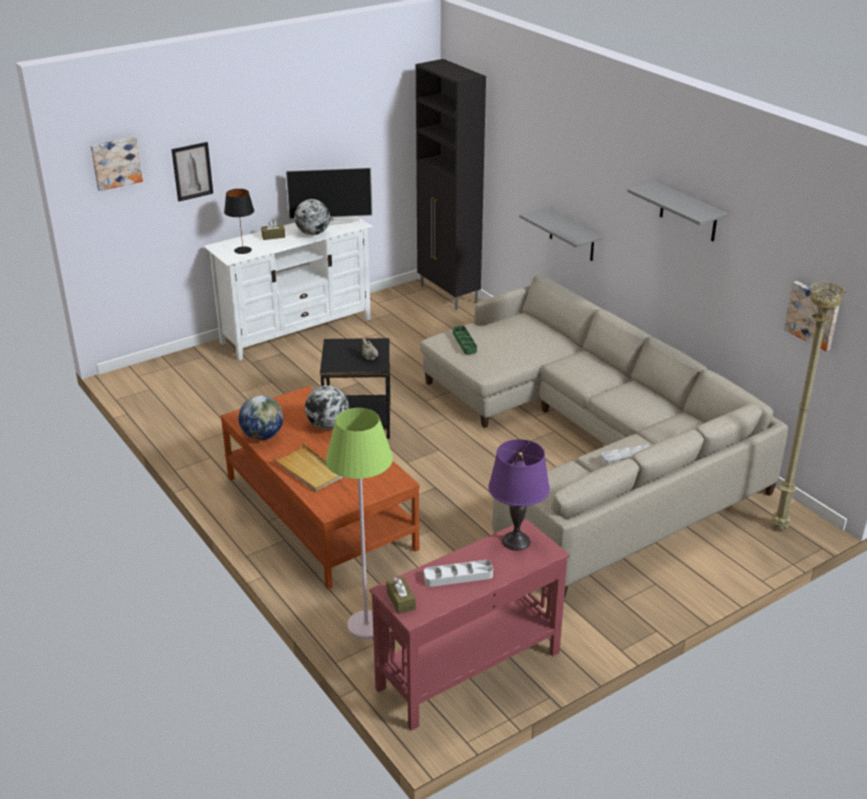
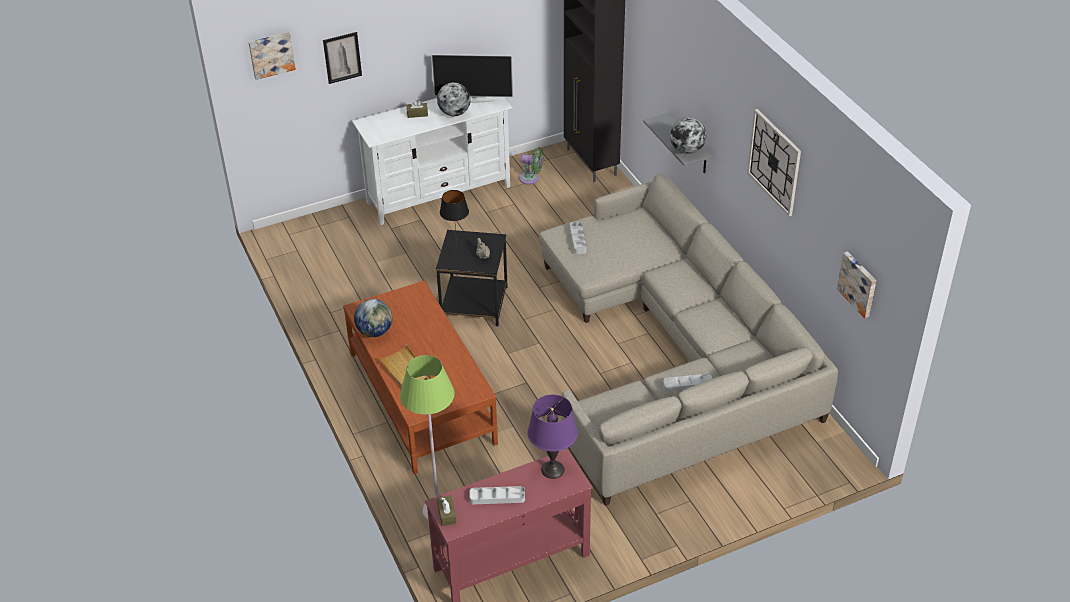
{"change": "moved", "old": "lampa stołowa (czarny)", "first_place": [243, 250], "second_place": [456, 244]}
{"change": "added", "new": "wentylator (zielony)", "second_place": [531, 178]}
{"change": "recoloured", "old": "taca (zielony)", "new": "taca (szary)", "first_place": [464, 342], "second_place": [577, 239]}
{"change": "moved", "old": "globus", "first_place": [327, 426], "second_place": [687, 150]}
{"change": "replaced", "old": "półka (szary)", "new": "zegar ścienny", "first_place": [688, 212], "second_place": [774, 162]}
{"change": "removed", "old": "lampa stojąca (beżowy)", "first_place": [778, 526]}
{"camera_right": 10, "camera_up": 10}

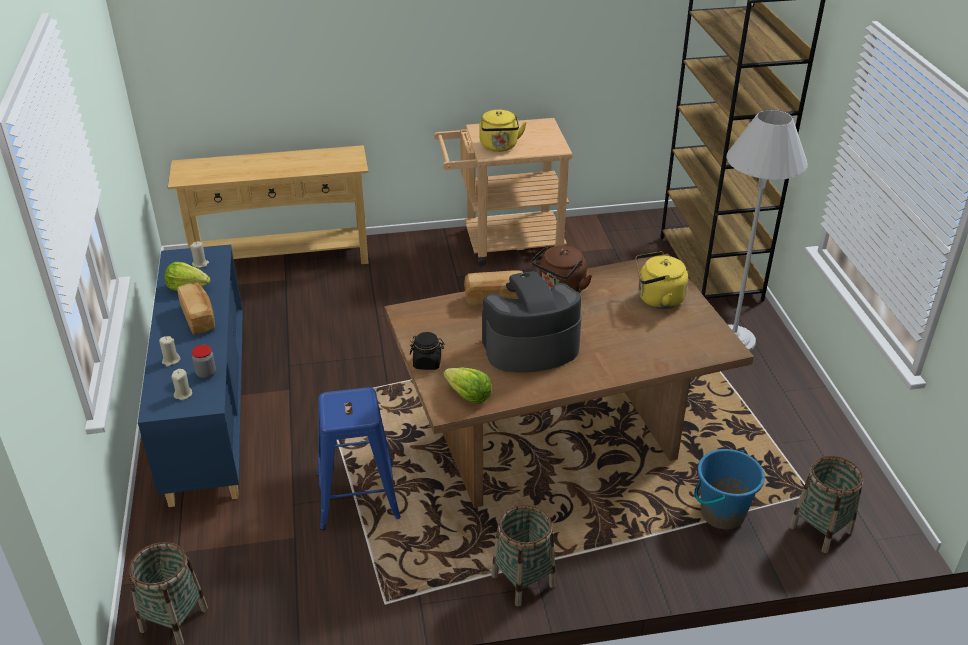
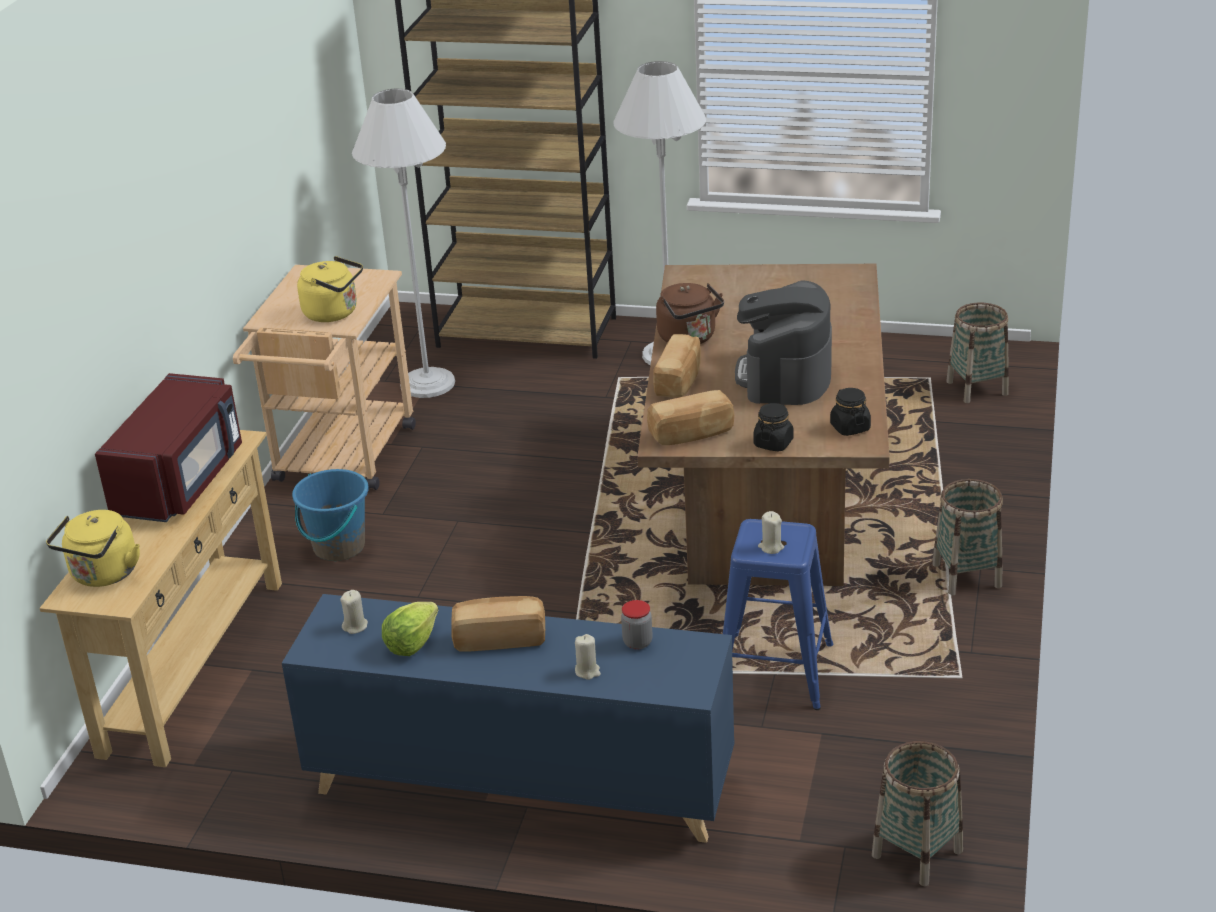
{"change": "moved", "old": "czajnik (żółty)", "first_place": [657, 299], "second_place": [103, 575]}
{"change": "added", "new": "mikrofalówka (czerwony)", "second_place": [181, 481]}
{"change": "moved", "old": "wiadro (niebieski)", "first_place": [722, 513], "second_place": [338, 547]}
{"change": "added", "new": "lampa stojąca (biały)", "second_place": [427, 383]}
{"change": "added", "new": "chleb", "second_place": [692, 434]}
{"change": "moved", "old": "świeca (beżowy)", "first_place": [183, 394], "second_place": [771, 547]}
{"change": "replaced", "old": "sałata", "new": "słoik (czarny)", "first_place": [468, 396], "second_place": [850, 427]}
{"camera_right": -65, "camera_up": -5}

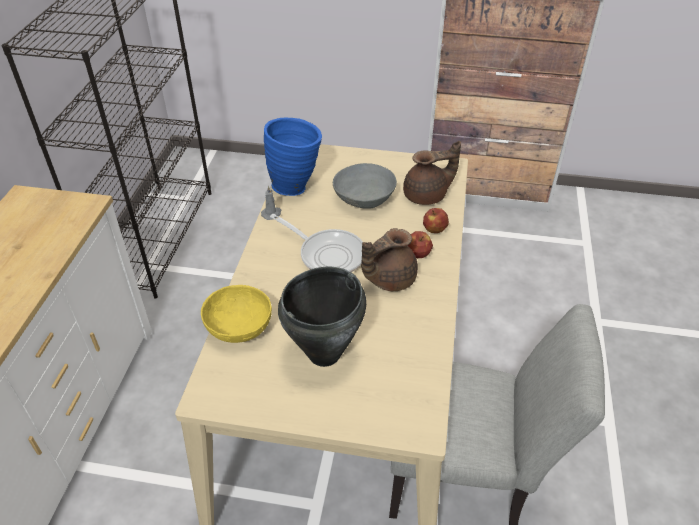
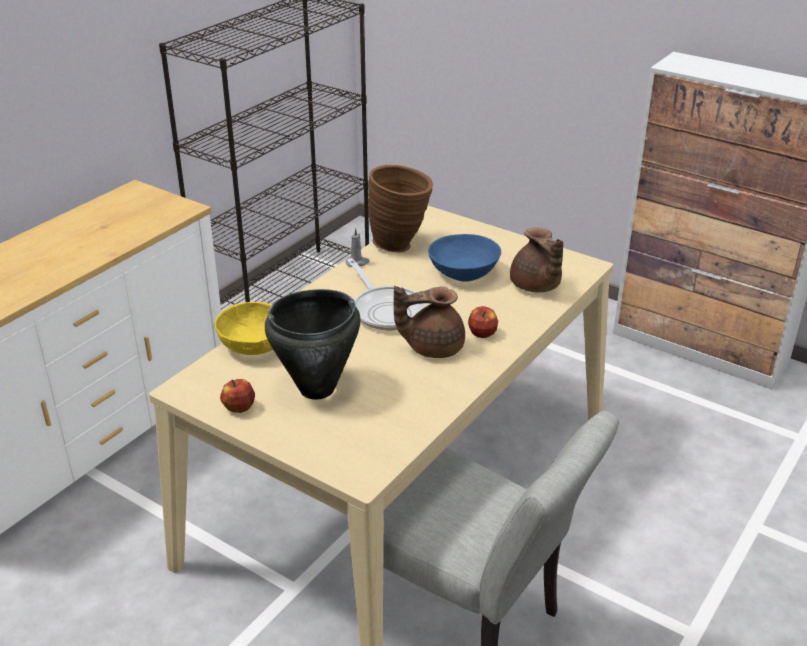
{"change": "moved", "old": "jabłko", "first_place": [434, 229], "second_place": [239, 408]}
{"change": "recoloured", "old": "wazon (niebieski)", "new": "wazon (brązowy)", "first_place": [296, 186], "second_place": [401, 245]}
{"change": "recoloured", "old": "miska (szary)", "new": "miska (niebieski)", "first_place": [365, 199], "second_place": [464, 273]}
{"change": "turned", "old": "imbryk (brązowy)", "first_place": [427, 196], "second_place": [536, 286], "degrees": 60}
{"camera_right": 25, "camera_up": -10}

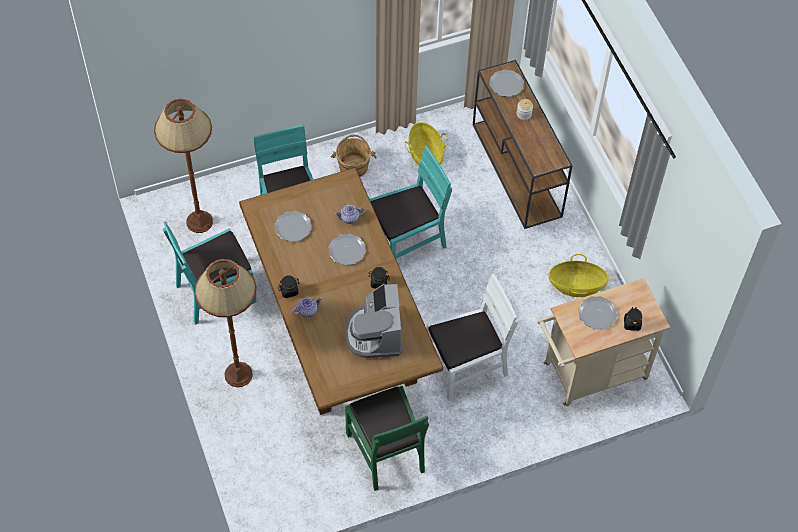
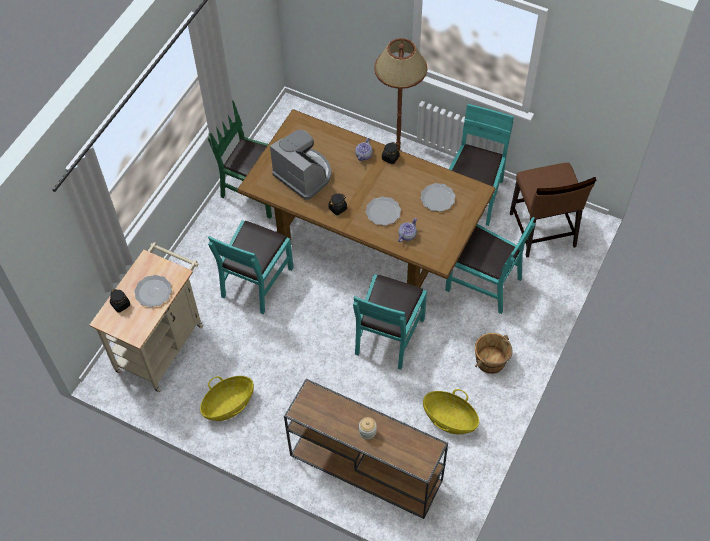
{"change": "recoloured", "old": "krzesło (biały)", "new": "krzesło (turkusowy)", "first_place": [466, 365], "second_place": [256, 281]}
{"change": "replaced", "old": "lampa stojąca (brązowy)", "new": "krzesło (brązowy)", "first_place": [199, 222], "second_place": [542, 230]}
{"change": "removed", "old": "talerz", "first_place": [506, 84]}
{"camera_right": 140, "camera_up": 0}

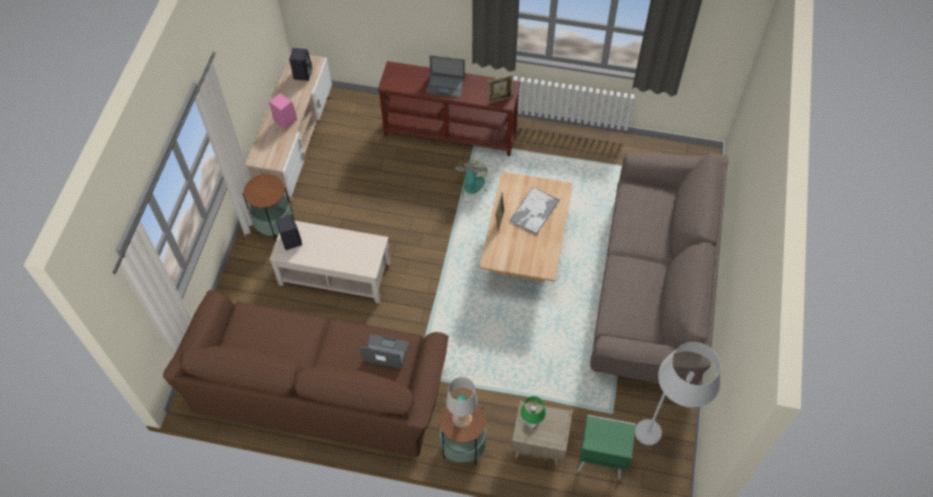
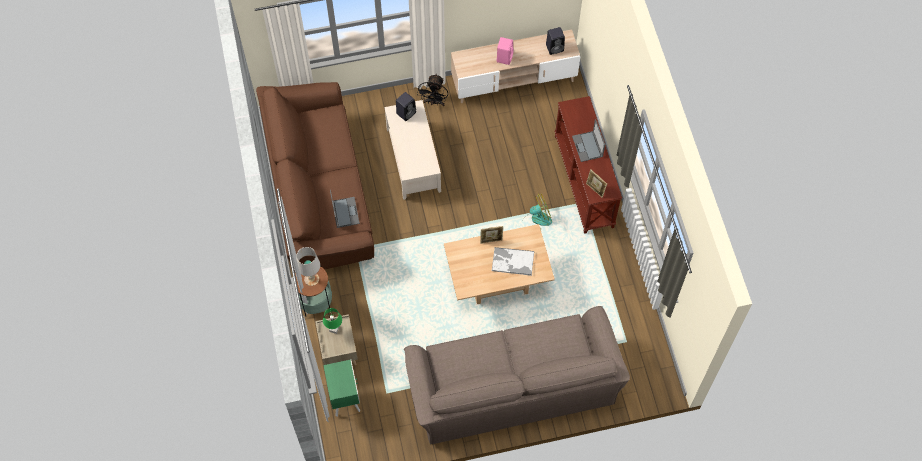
{"change": "replaced", "old": "stolik", "new": "wentylator (czarny)", "first_place": [275, 226], "second_place": [434, 102]}
{"change": "removed", "old": "lampa stojąca (biały)", "first_place": [663, 435]}
{"camera_right": 65, "camera_up": 5}

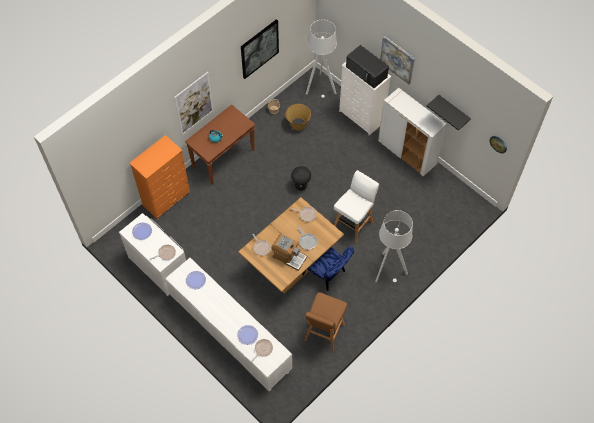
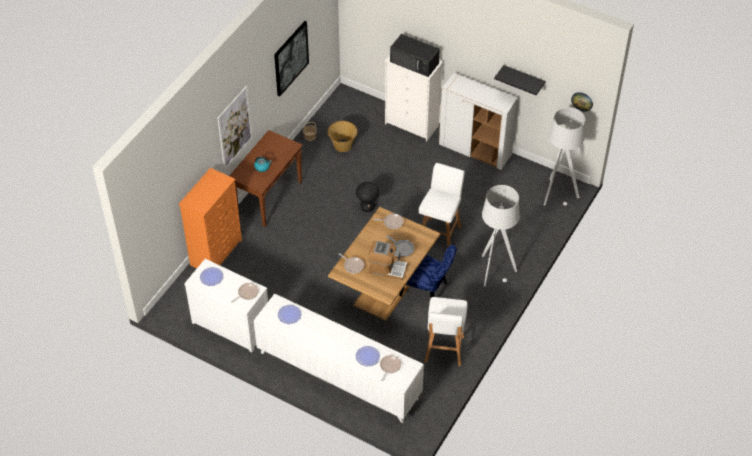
{"change": "recoloured", "old": "stołek (brązowy)", "new": "stołek (biały)", "first_place": [324, 333], "second_place": [444, 350]}
{"change": "moved", "old": "lampa stojąca (szary)", "first_place": [320, 87], "second_place": [557, 194]}
{"change": "removed", "old": "obraz", "first_place": [397, 59]}
{"camera_right": -15, "camera_up": -10}

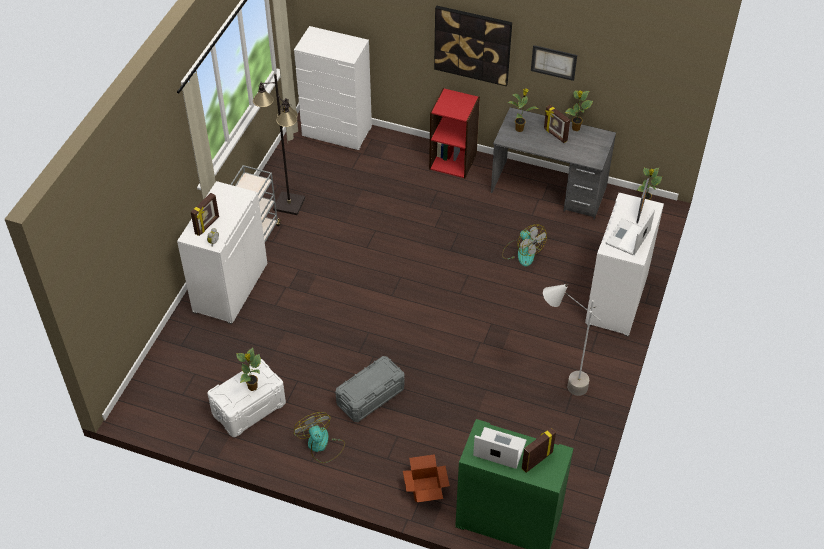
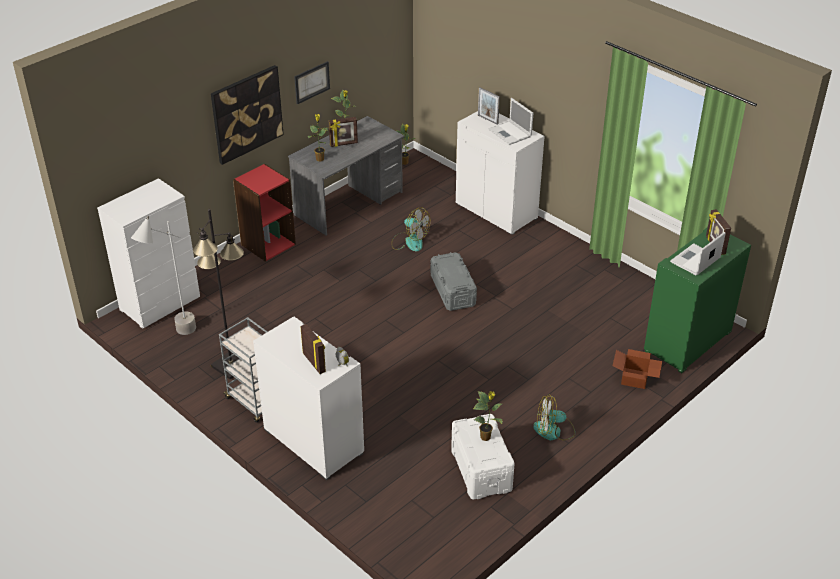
{"change": "moved", "old": "lampa stojąca (szary)", "first_place": [560, 386], "second_place": [175, 338]}
{"change": "turned", "old": "wentylator", "first_place": [522, 252], "second_place": [409, 241], "degrees": 45}
{"change": "moved", "old": "pojemnik do przechowywania (szary)", "first_place": [370, 396], "second_place": [452, 291]}
{"camera_right": -65, "camera_up": -10}

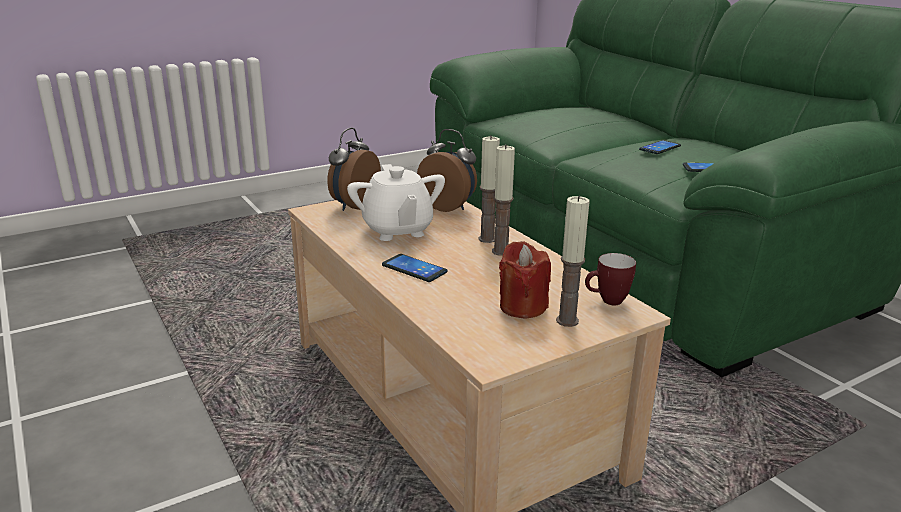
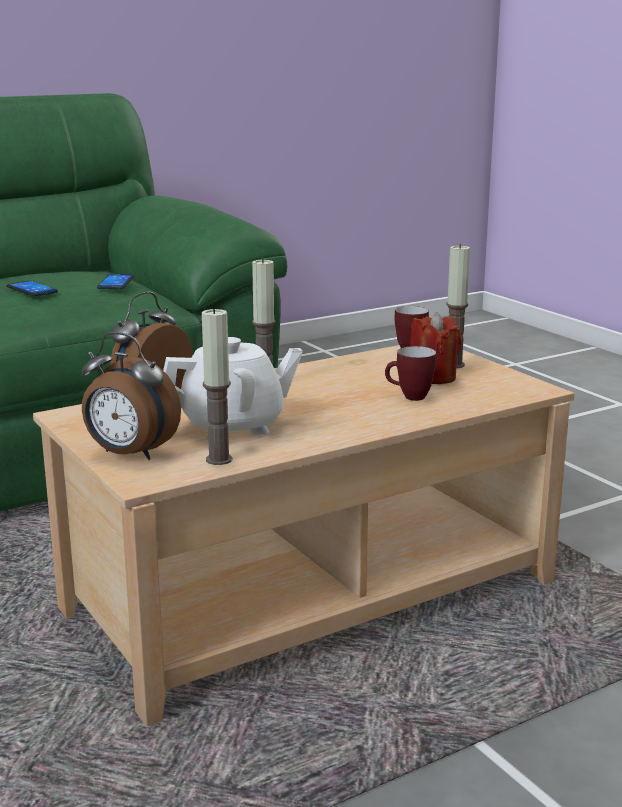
{"change": "moved", "old": "świeca", "first_place": [500, 251], "second_place": [219, 459]}
{"change": "added", "new": "kubek", "second_place": [409, 397]}
{"change": "removed", "old": "telefon", "first_place": [414, 269]}
{"camera_right": -90, "camera_up": -5}

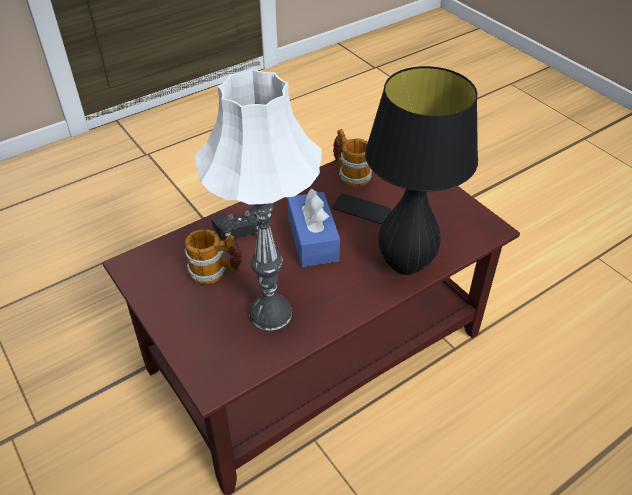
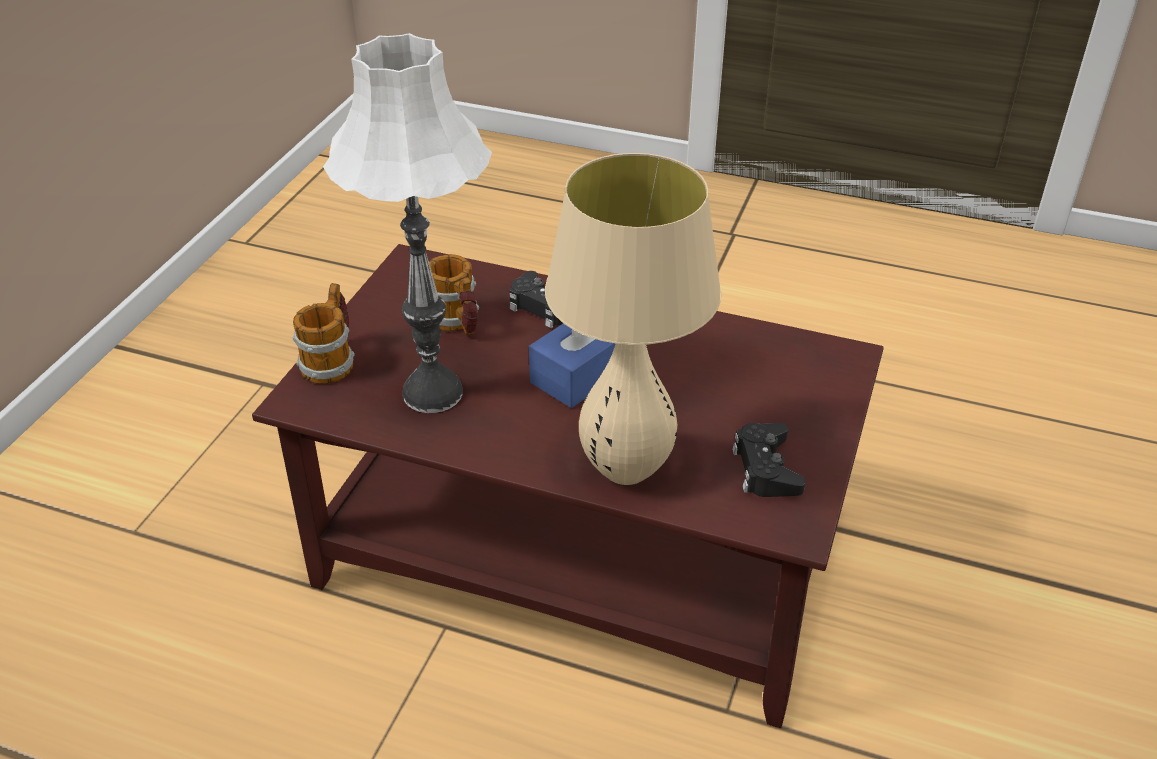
{"change": "moved", "old": "kubek", "first_place": [350, 174], "second_place": [332, 360]}
{"change": "recoloured", "old": "lampa stołowa (czarny)", "new": "lampa stołowa (beżowy)", "first_place": [405, 265], "second_place": [625, 470]}
{"change": "added", "new": "pad do gier (czarny)", "second_place": [766, 468]}
{"change": "removed", "old": "telefon", "first_place": [361, 209]}
{"camera_right": 55, "camera_up": -5}

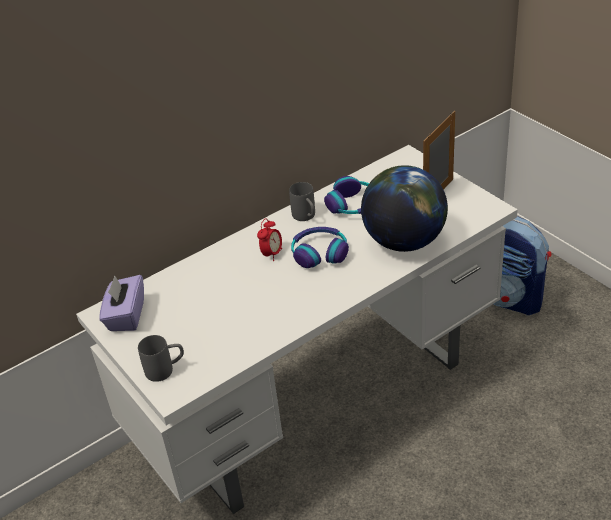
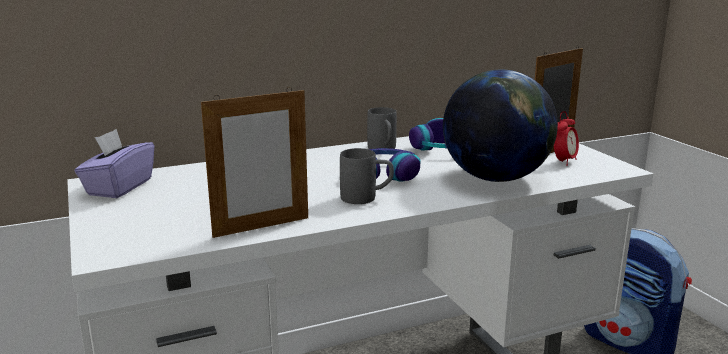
{"change": "added", "new": "ramka na zdjęcie", "second_place": [261, 227]}
{"change": "moved", "old": "kubek (szary)", "first_place": [166, 370], "second_place": [366, 198]}
{"change": "moved", "old": "budzik", "first_place": [272, 254], "second_place": [563, 161]}
{"camera_right": 10, "camera_up": -20}

